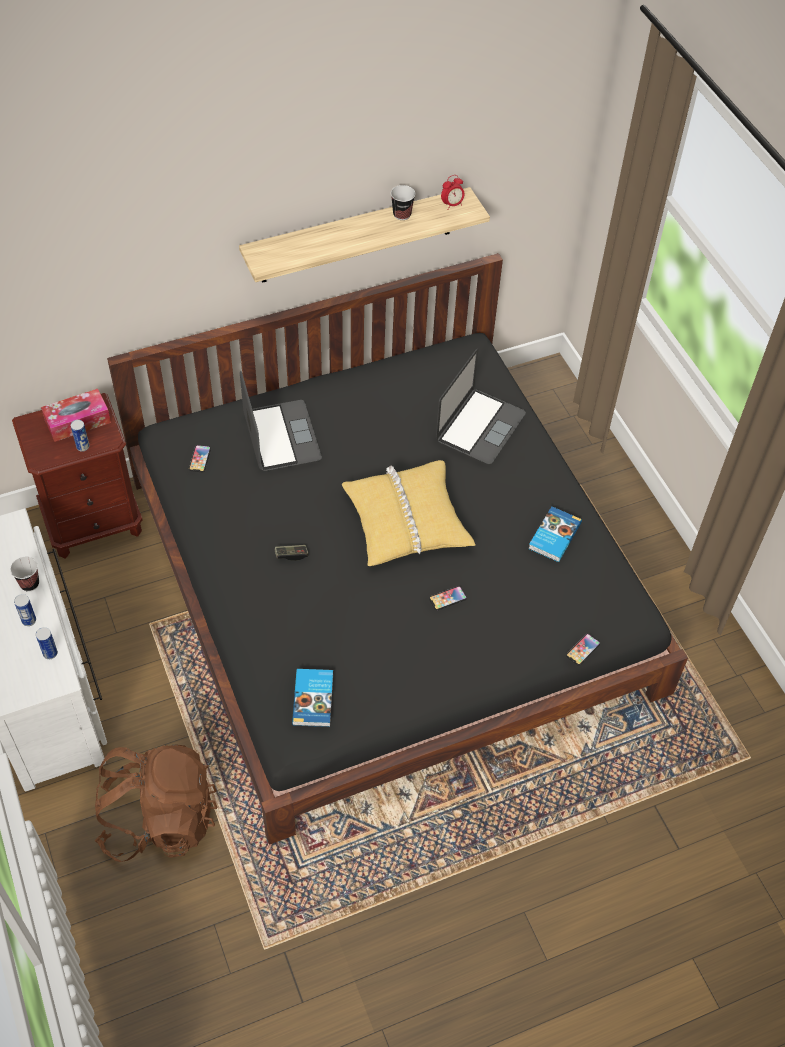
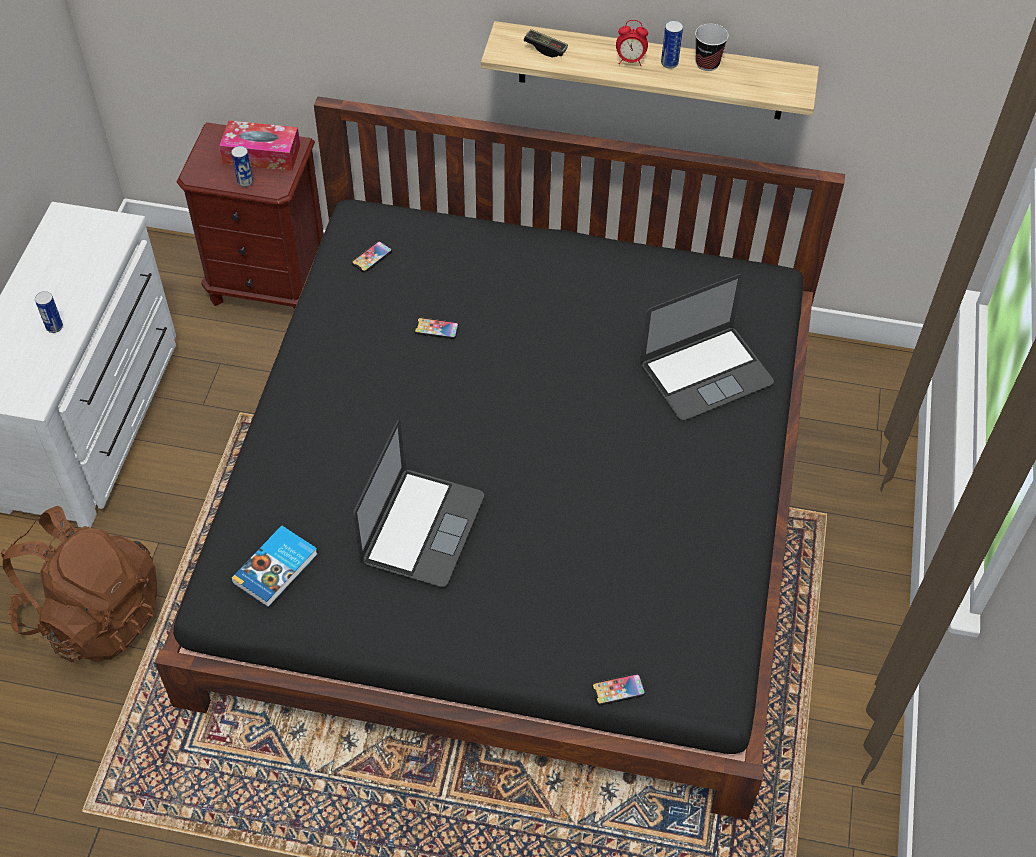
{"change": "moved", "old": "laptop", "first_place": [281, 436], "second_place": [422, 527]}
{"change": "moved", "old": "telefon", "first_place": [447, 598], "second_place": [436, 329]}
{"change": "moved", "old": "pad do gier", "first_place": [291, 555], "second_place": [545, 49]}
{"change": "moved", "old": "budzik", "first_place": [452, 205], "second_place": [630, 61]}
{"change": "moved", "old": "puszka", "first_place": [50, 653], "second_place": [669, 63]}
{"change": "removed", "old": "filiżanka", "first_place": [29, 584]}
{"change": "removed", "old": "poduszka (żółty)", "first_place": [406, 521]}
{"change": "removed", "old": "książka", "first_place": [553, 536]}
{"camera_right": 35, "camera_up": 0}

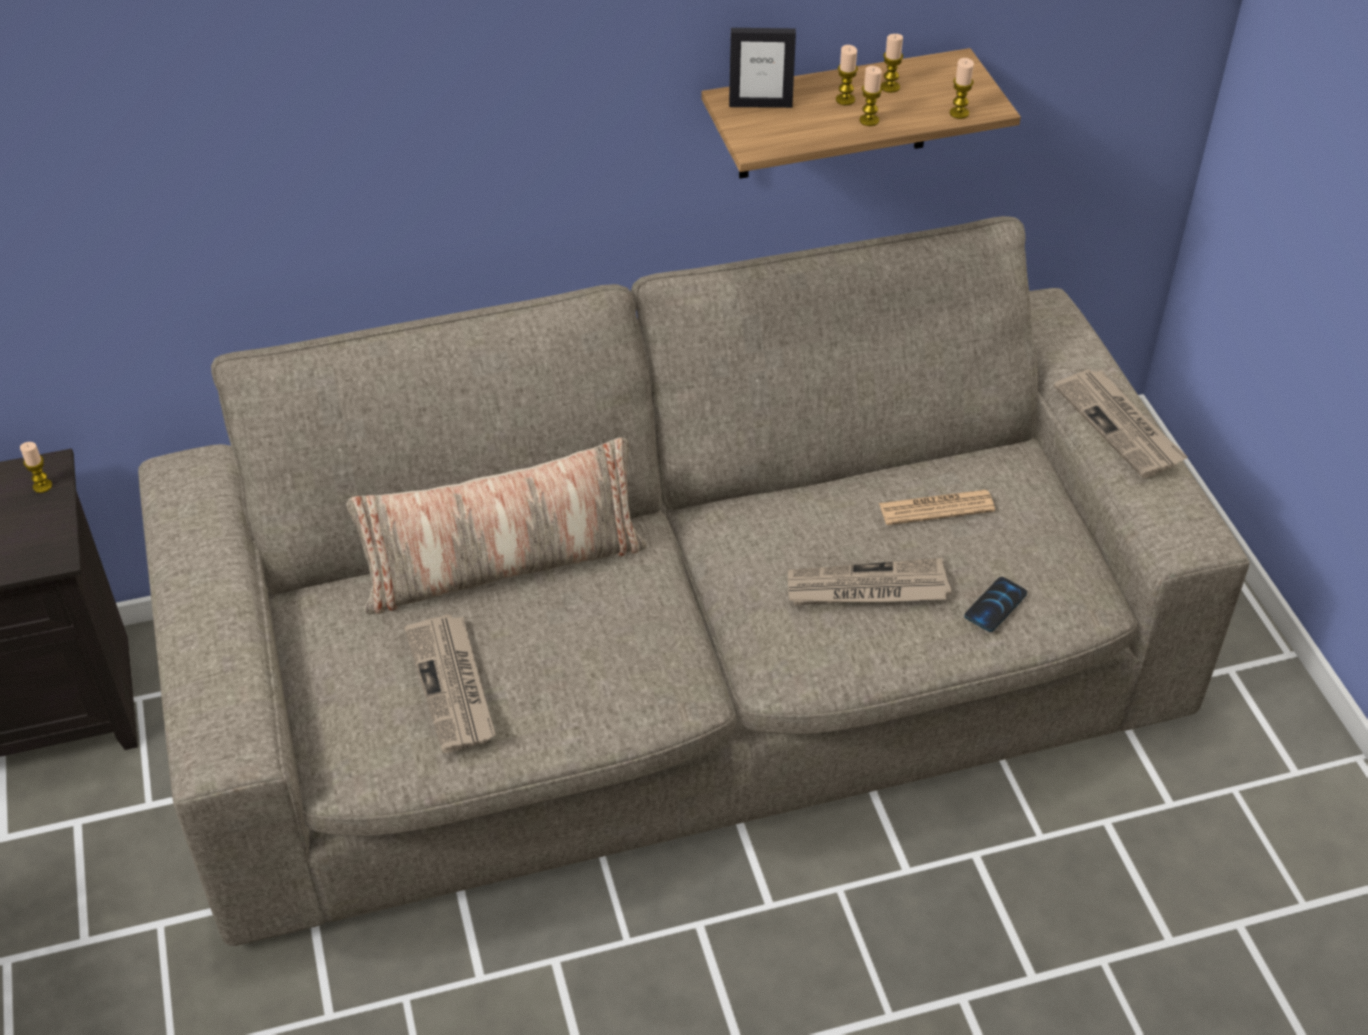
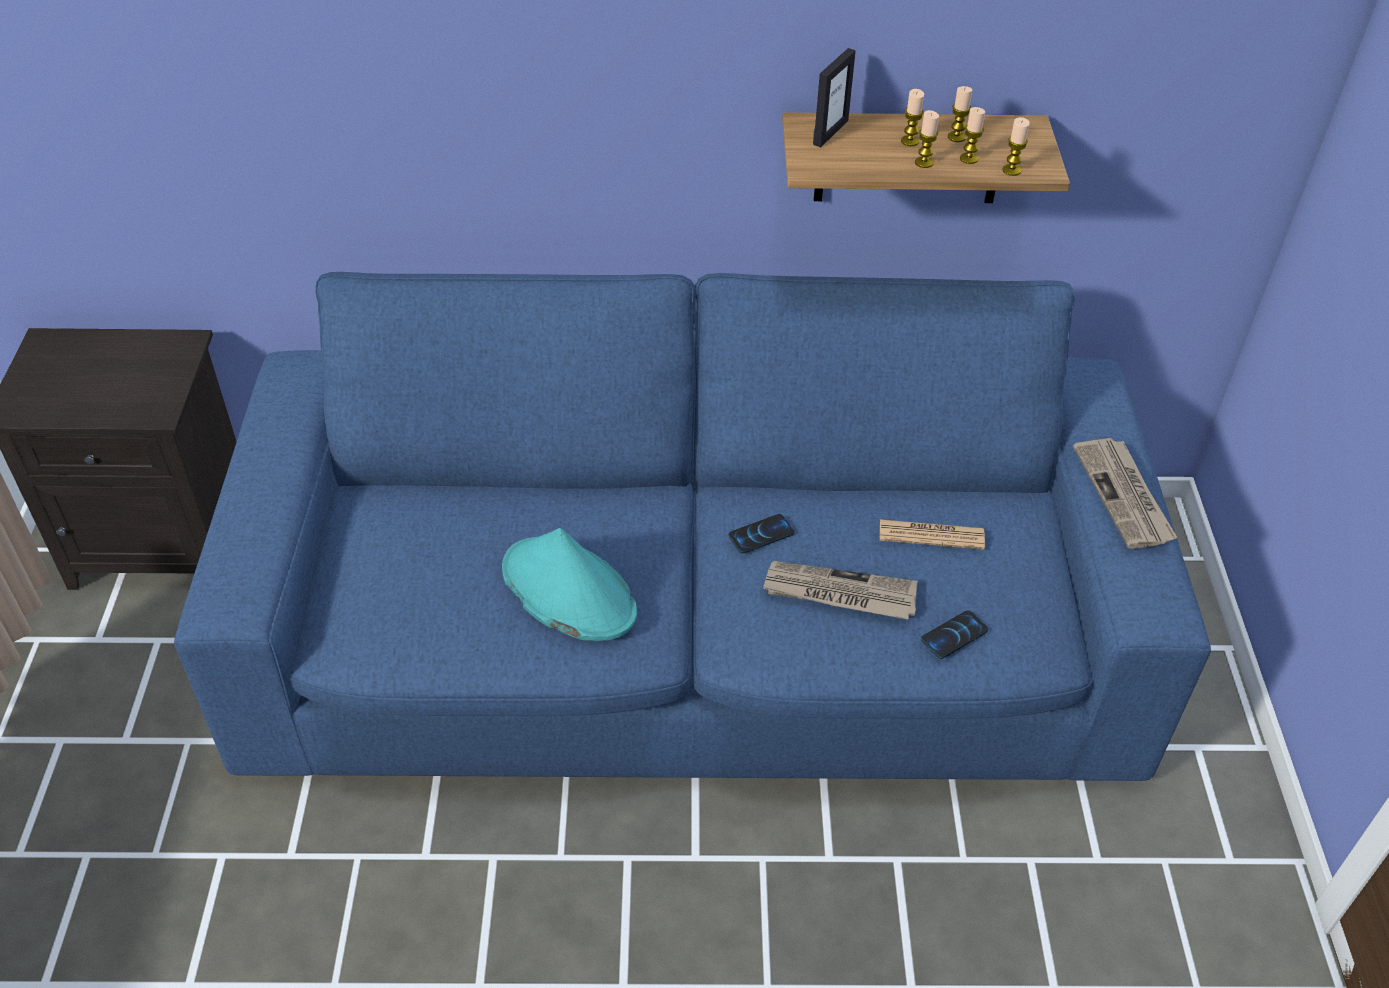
{"change": "recoloured", "old": "kanapa (beżowy)", "new": "kanapa (niebieski)", "first_place": [683, 678], "second_place": [691, 638]}
{"change": "added", "new": "kapelusz (turkusowy)", "second_place": [567, 591]}
{"change": "added", "new": "telefon", "second_place": [761, 535]}
{"change": "turned", "old": "ramka na zdjęcie", "first_place": [760, 104], "second_place": [830, 132], "degrees": -75}
{"change": "moved", "old": "świeca", "first_place": [42, 486], "second_place": [969, 158]}
{"change": "removed", "old": "poduszka", "first_place": [503, 566]}
{"change": "removed", "old": "gazeta", "first_place": [453, 685]}
{"camera_right": 15, "camera_up": 0}

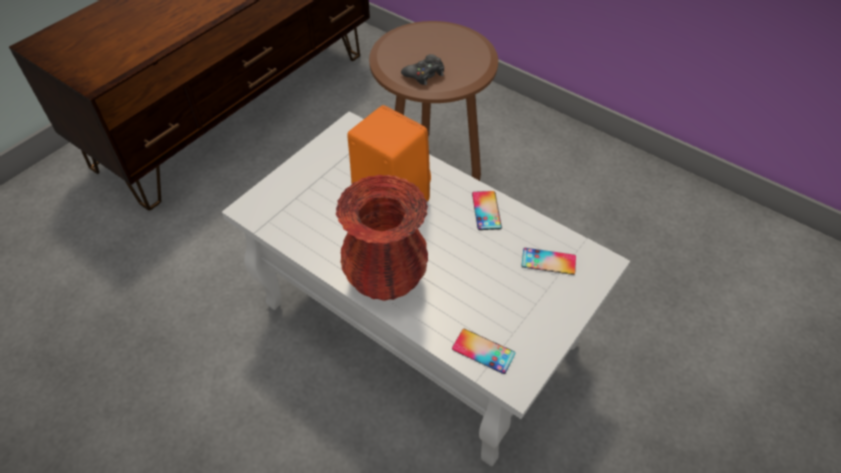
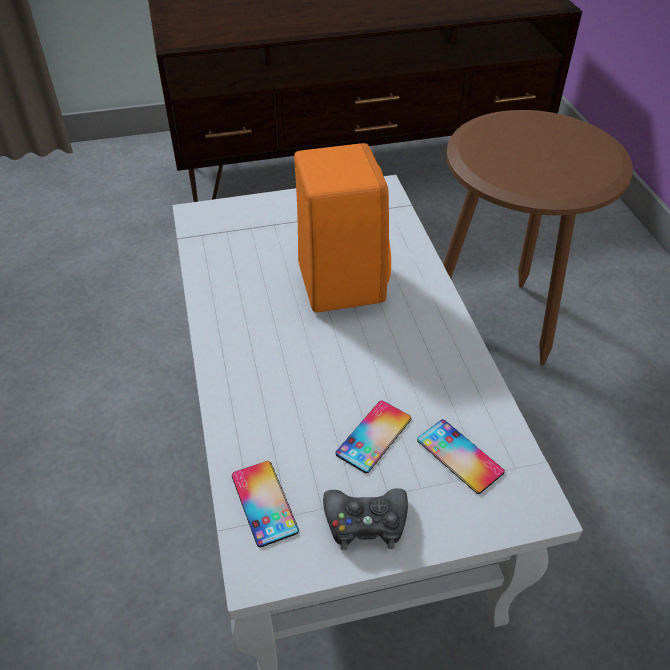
{"change": "moved", "old": "pad do gier (czarny)", "first_place": [424, 74], "second_place": [365, 522]}
{"change": "moved", "old": "telefon", "first_place": [486, 210], "second_place": [374, 436]}
{"change": "removed", "old": "wazon (czerwony)", "first_place": [385, 278]}
{"camera_right": 40, "camera_up": -5}

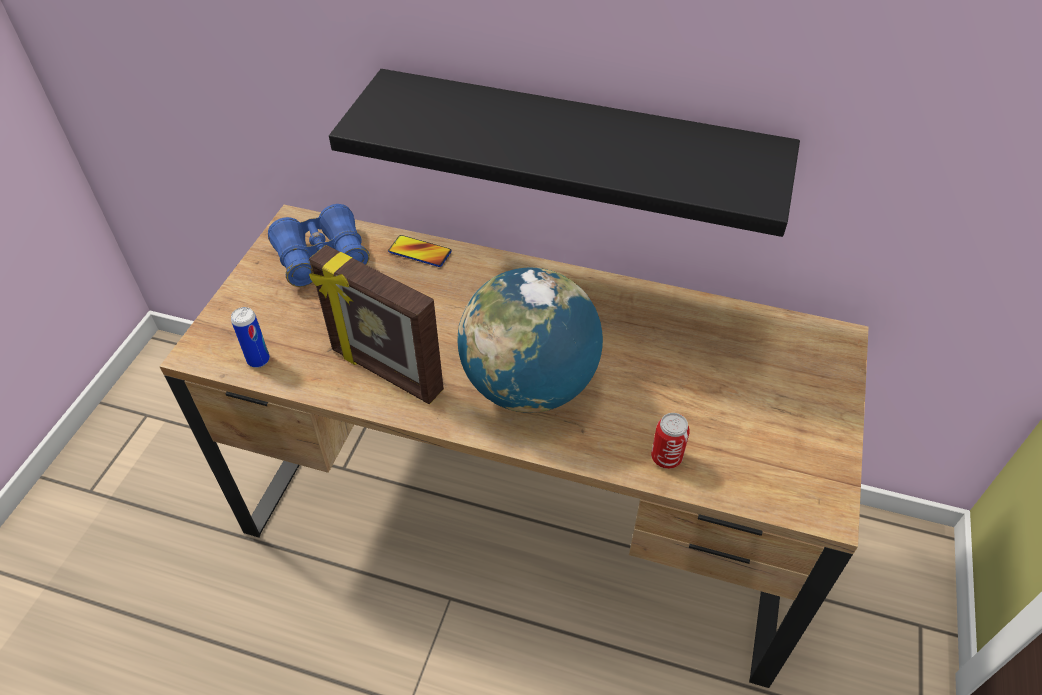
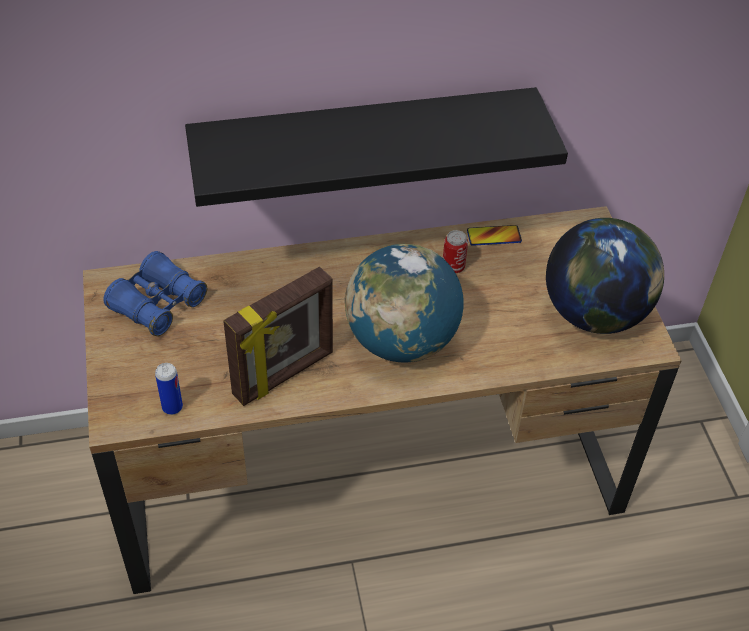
{"change": "turned", "old": "ramka na zdjęcie", "first_place": [385, 372], "second_place": [284, 375], "degrees": -45}
{"change": "moved", "old": "puszka", "first_place": [666, 457], "second_place": [453, 267]}
{"change": "moved", "old": "telefon", "first_place": [420, 252], "second_place": [494, 236]}
{"change": "added", "new": "globus", "second_place": [595, 313]}
{"camera_right": -30, "camera_up": 0}

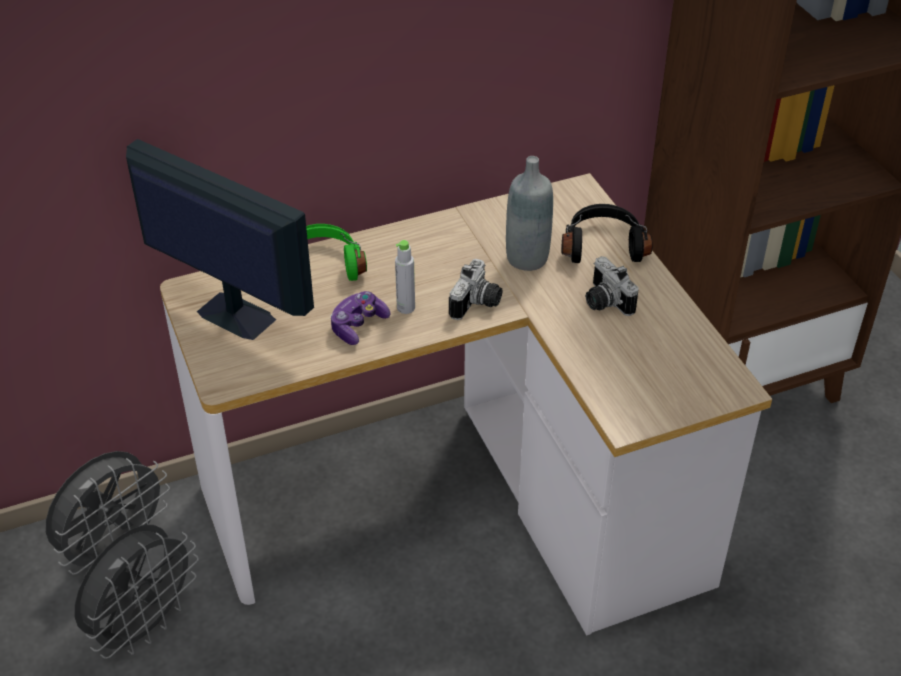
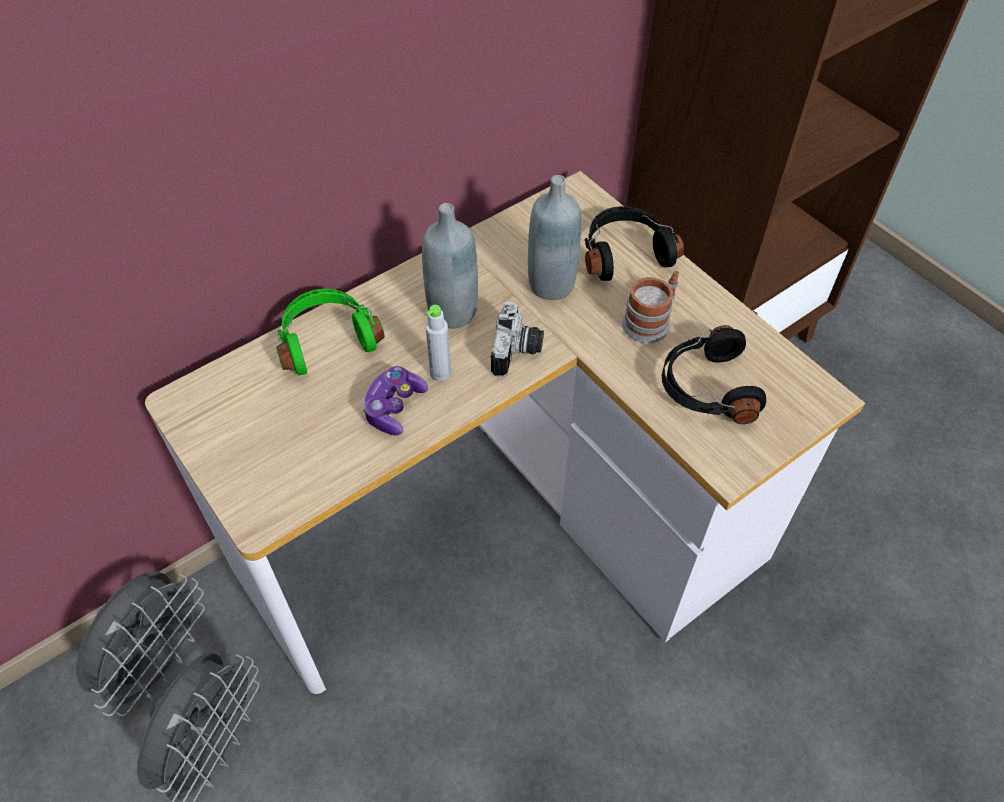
{"change": "added", "new": "butelka (szary)", "second_place": [452, 312]}
{"change": "replaced", "old": "aparat fotograficzny", "new": "kubek", "first_place": [604, 302], "second_place": [650, 321]}
{"change": "added", "new": "słuchawki (czarny)", "second_place": [706, 388]}
{"change": "removed", "old": "monitor", "first_place": [234, 315]}
{"camera_right": -15, "camera_up": 10}

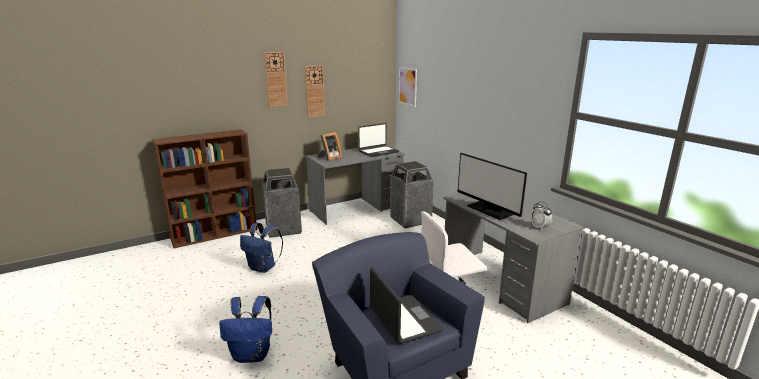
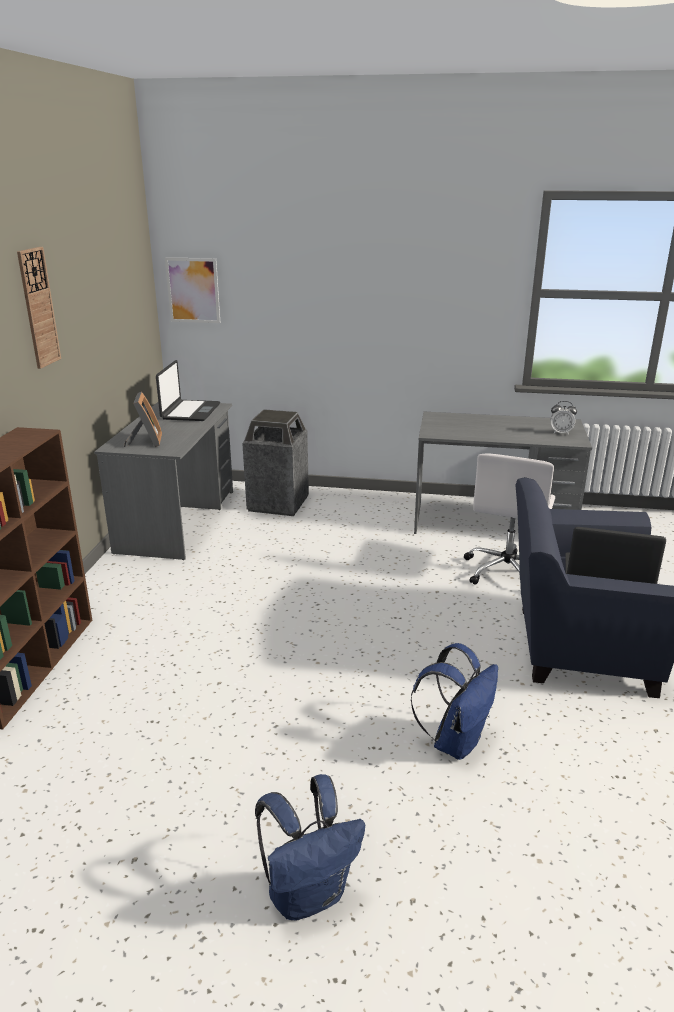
{"change": "moved", "old": "plecak (niebieski)", "first_place": [263, 268], "second_place": [308, 894]}
{"change": "removed", "old": "kosz na śmieci", "first_place": [283, 229]}
{"change": "removed", "old": "zegar ścienny", "first_place": [314, 91]}
{"change": "removed", "old": "monitor", "first_place": [490, 210]}
{"camera_right": -50, "camera_up": 5}

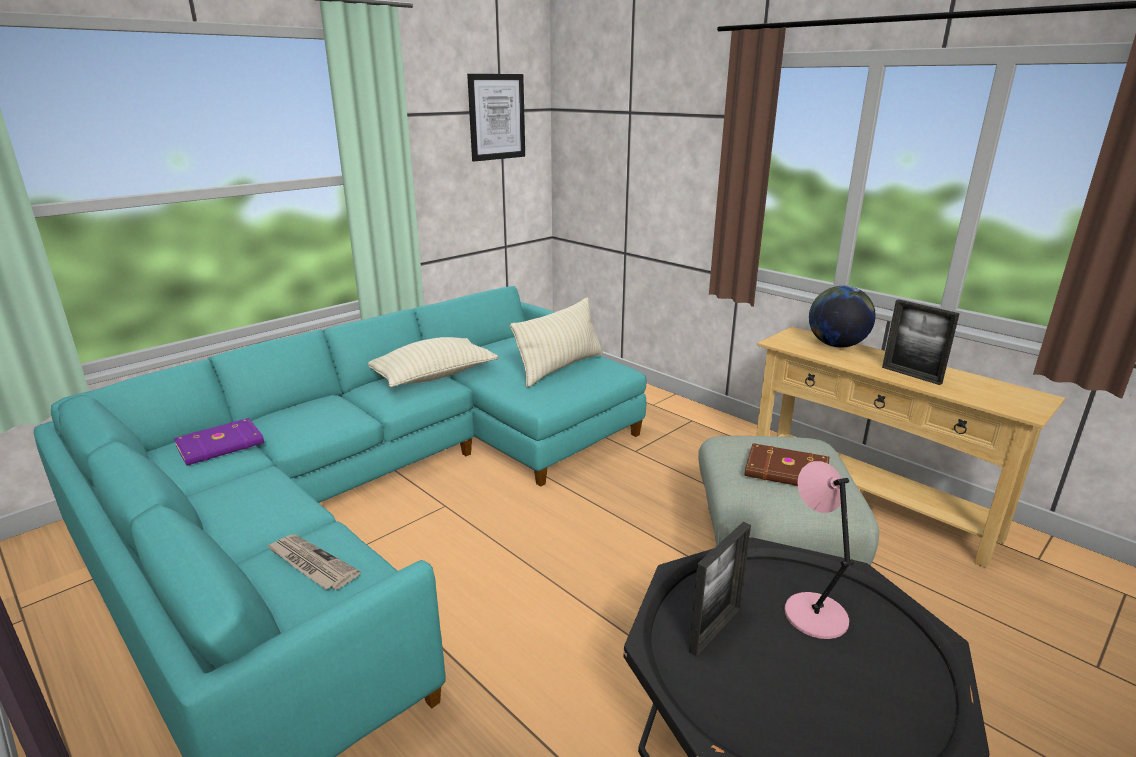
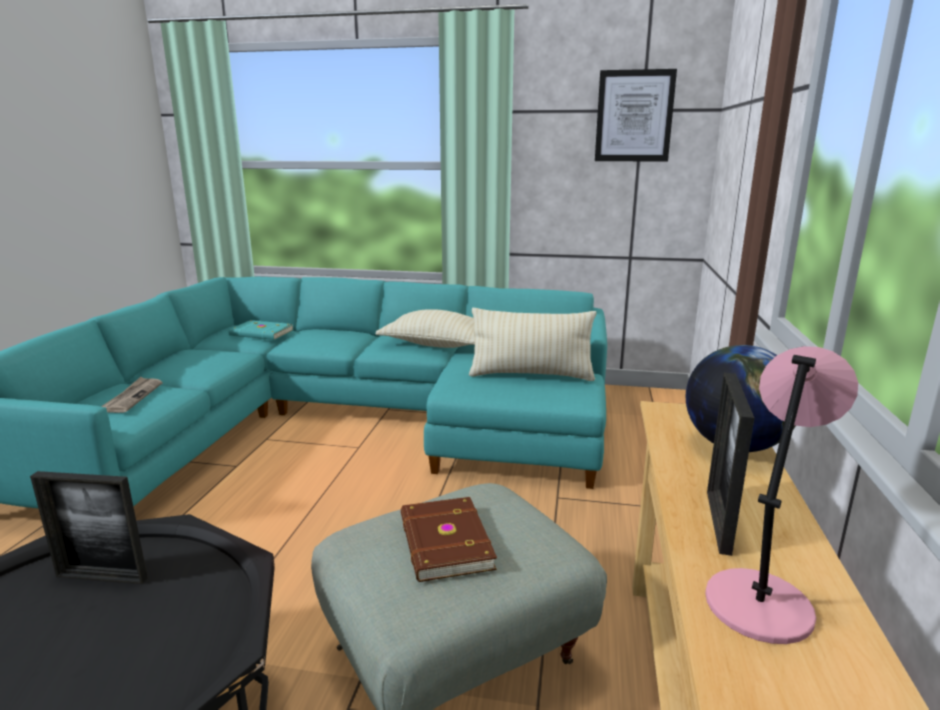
{"change": "recoloured", "old": "książka (fioletowy)", "new": "książka (turkusowy)", "first_place": [221, 445], "second_place": [261, 333]}
{"change": "moved", "old": "lampa stołowa (różowy)", "first_place": [813, 613], "second_place": [759, 602]}
{"camera_right": 55, "camera_up": -5}

